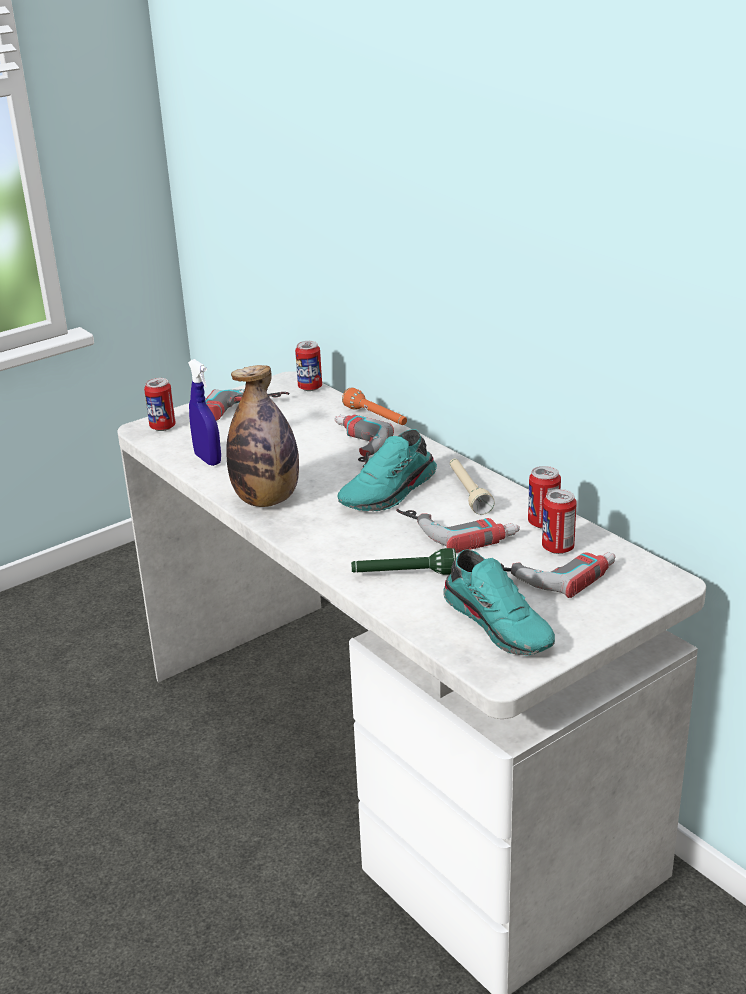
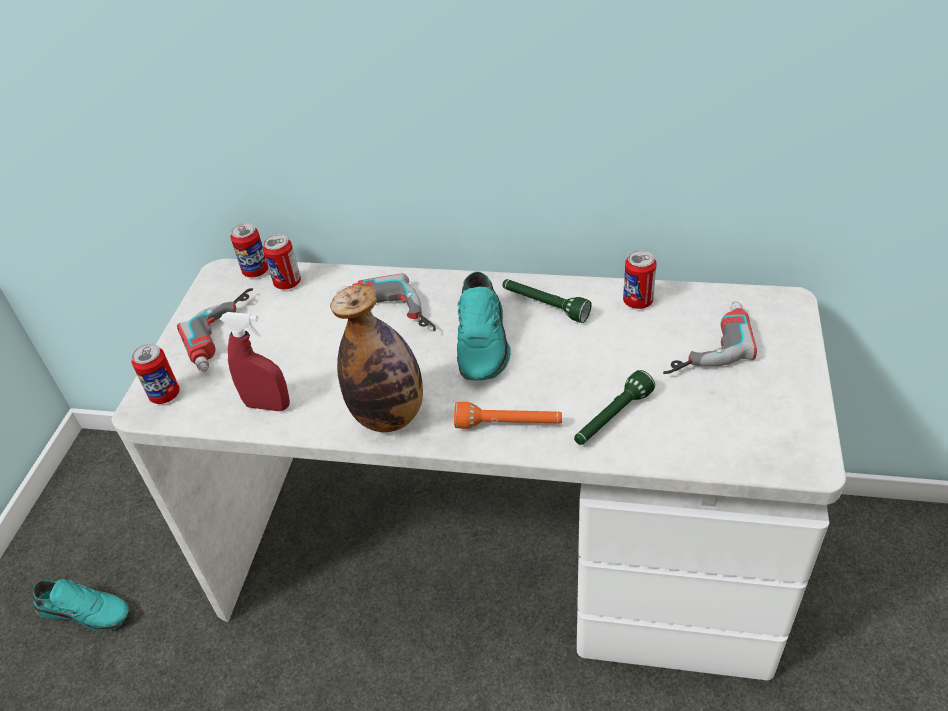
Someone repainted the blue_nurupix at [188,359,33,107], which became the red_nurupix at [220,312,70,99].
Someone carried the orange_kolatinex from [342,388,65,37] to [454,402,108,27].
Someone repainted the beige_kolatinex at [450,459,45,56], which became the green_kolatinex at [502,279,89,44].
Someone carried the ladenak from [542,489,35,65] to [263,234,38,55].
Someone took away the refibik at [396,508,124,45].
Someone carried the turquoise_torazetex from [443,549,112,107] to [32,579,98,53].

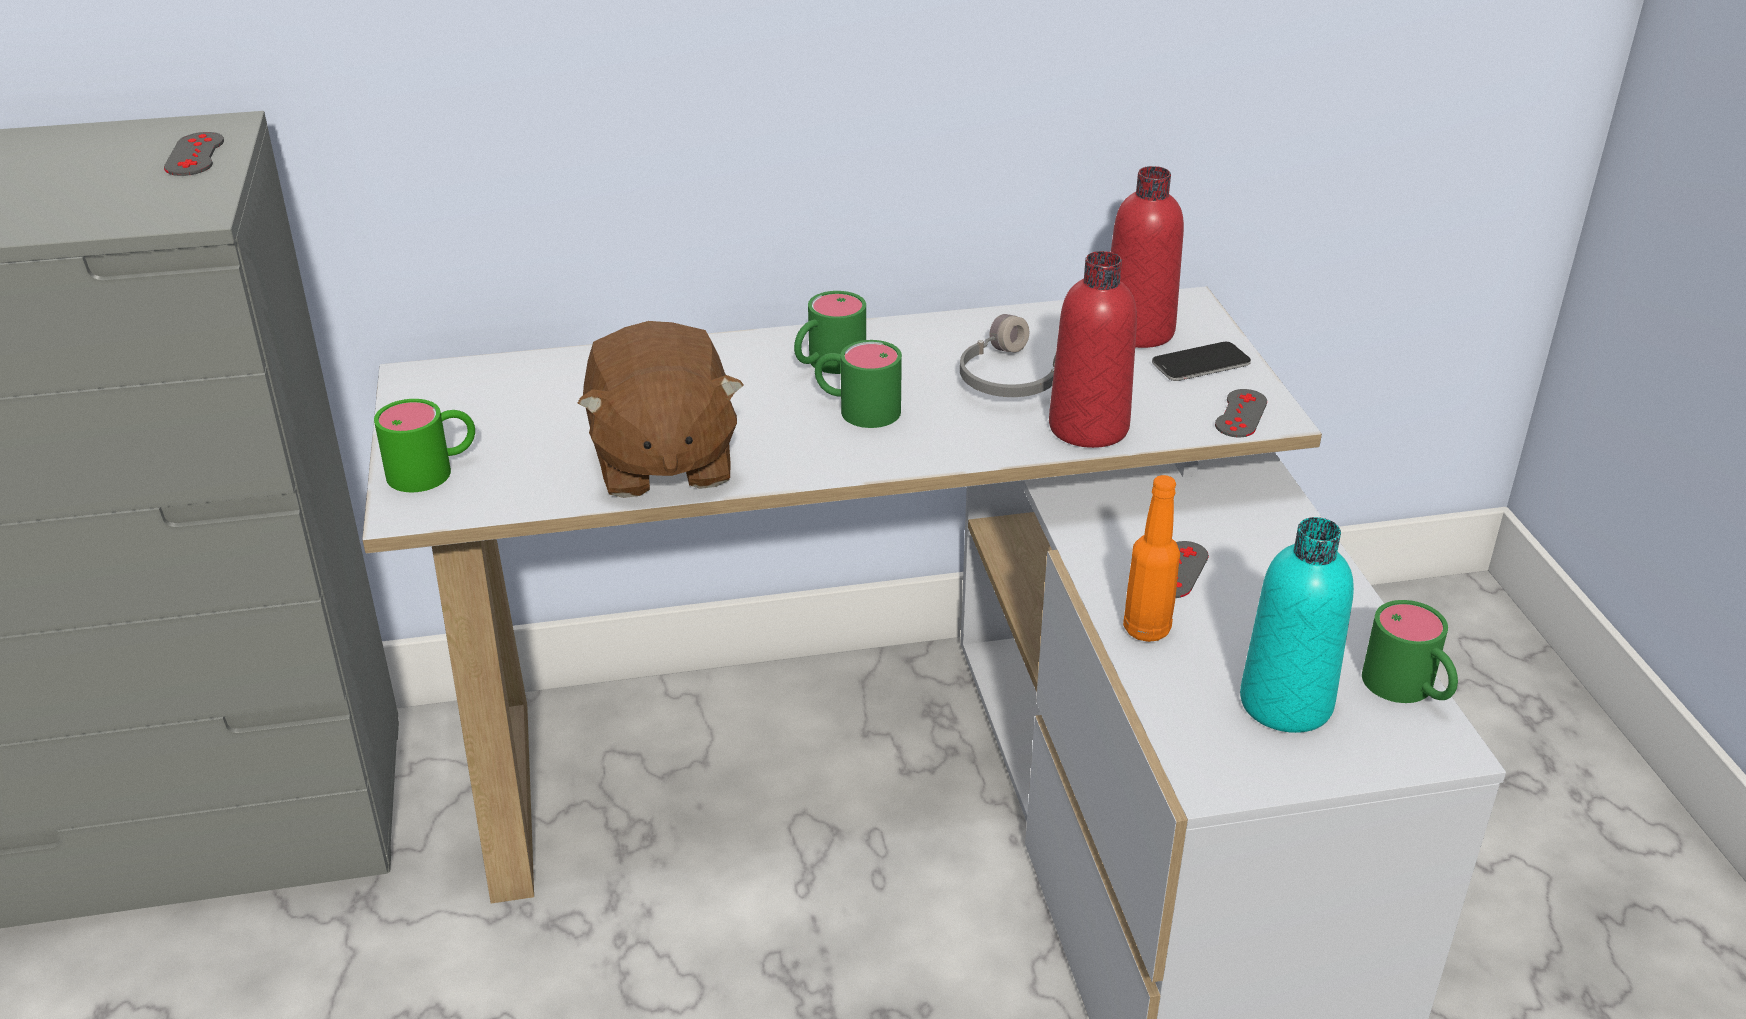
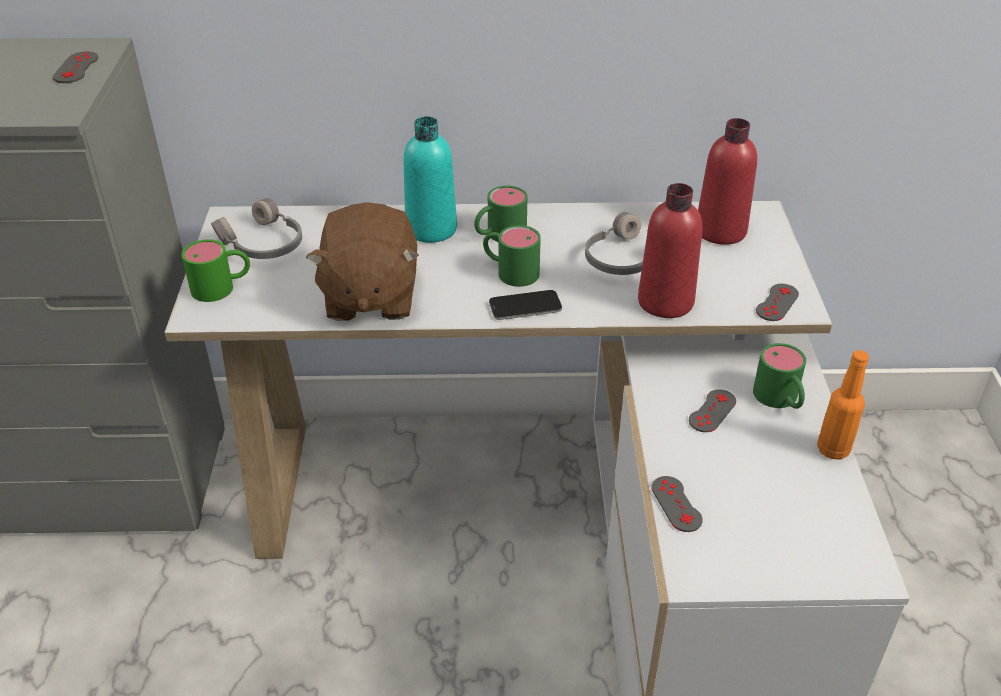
Someone carried the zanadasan from [1152,342,99,39] to [489,290,73,30].
Someone carried the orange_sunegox from [1123,475,57,167] to [817,350,52,109].
Someone carried the turquoise_sunegox from [1240,517,114,216] to [403,116,54,127].
Someone carried the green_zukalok from [1362,600,96,103] to [753,343,53,66].
Someone put down the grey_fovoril at [211,198,91,61].
Someone put down the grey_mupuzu at [652,476,51,56].

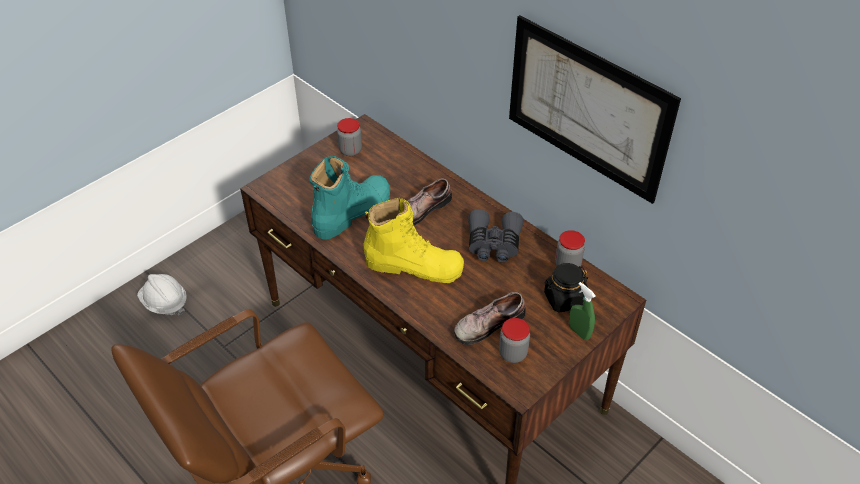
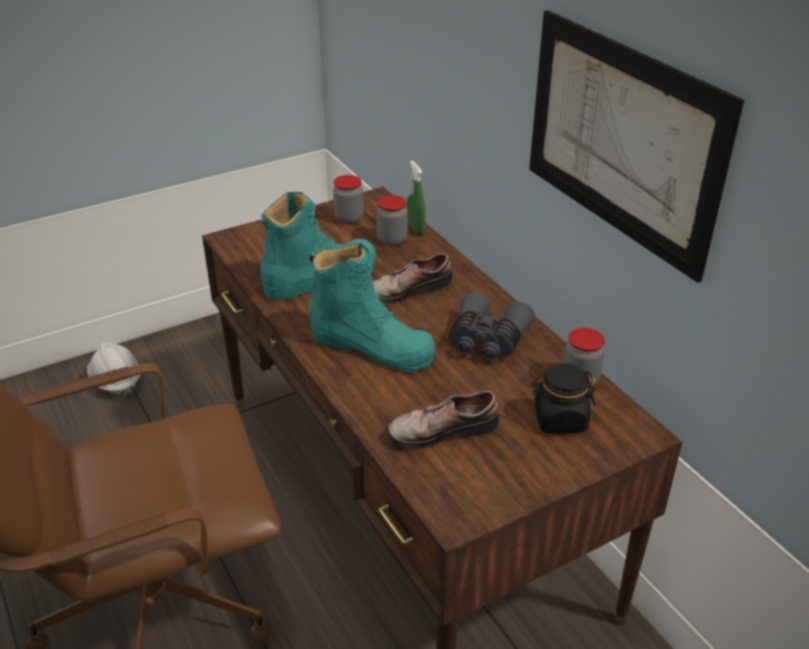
Someone repainted the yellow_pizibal at [364,198,100,85], which became the turquoise_pizibal at [309,243,127,130].
Someone carried the green_nurupix from [569,282,27,58] to [407,161,19,74].
Someone carried the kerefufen from [499,318,31,45] to [377,195,31,51].

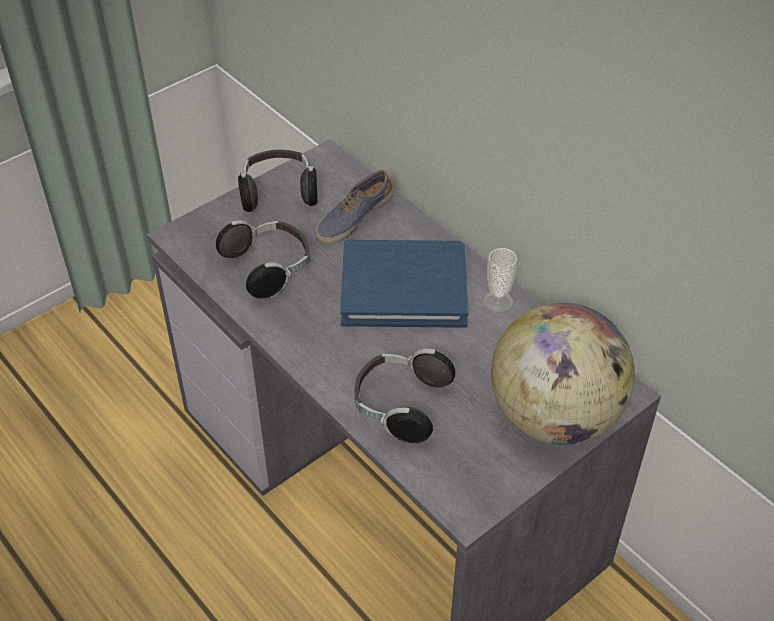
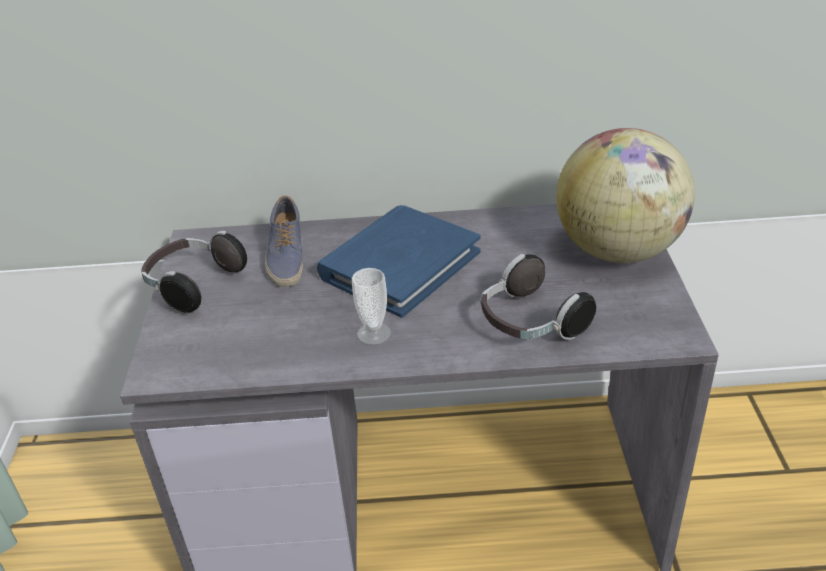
Someone took away the fovoril at [216,220,94,79].
Someone carried the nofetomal from [483,248,35,64] to [352,268,39,77].

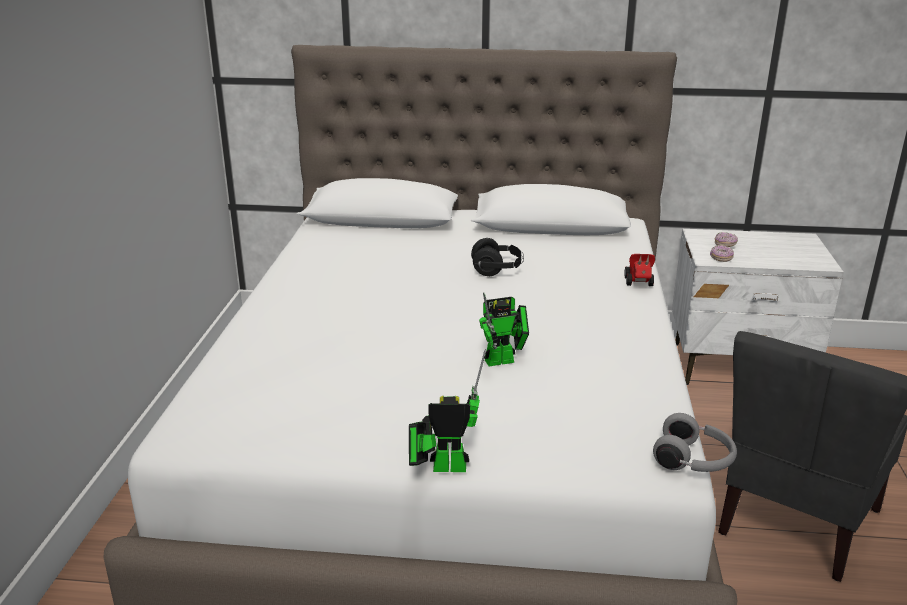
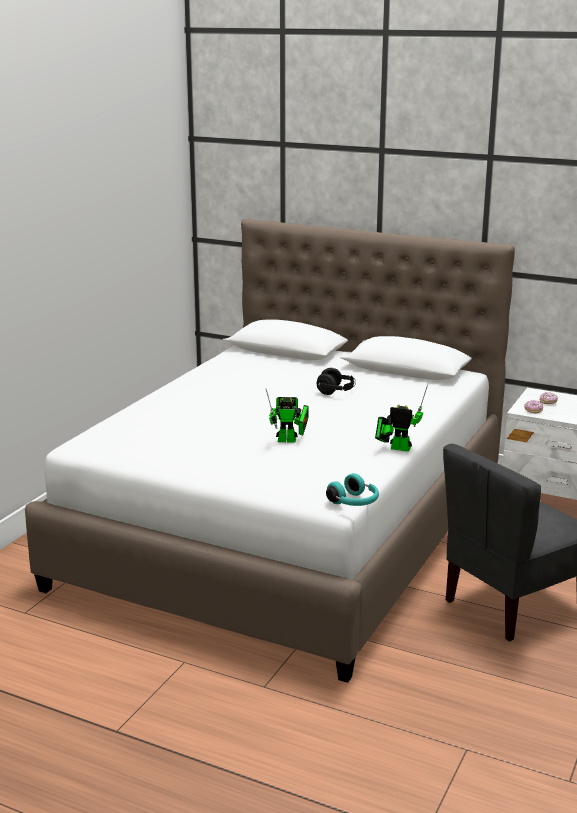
Someone took away the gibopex at [624,254,31,32].
Someone carried the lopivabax from [409,349,77,123] to [375,384,53,68].
Someone repainted the grey_fovoril at [653,413,84,59], which became the turquoise_fovoril at [326,473,53,33].

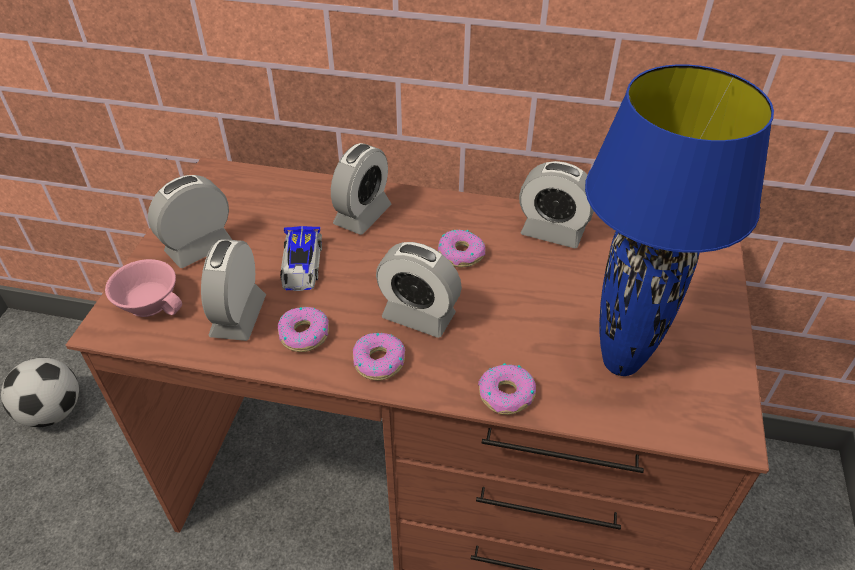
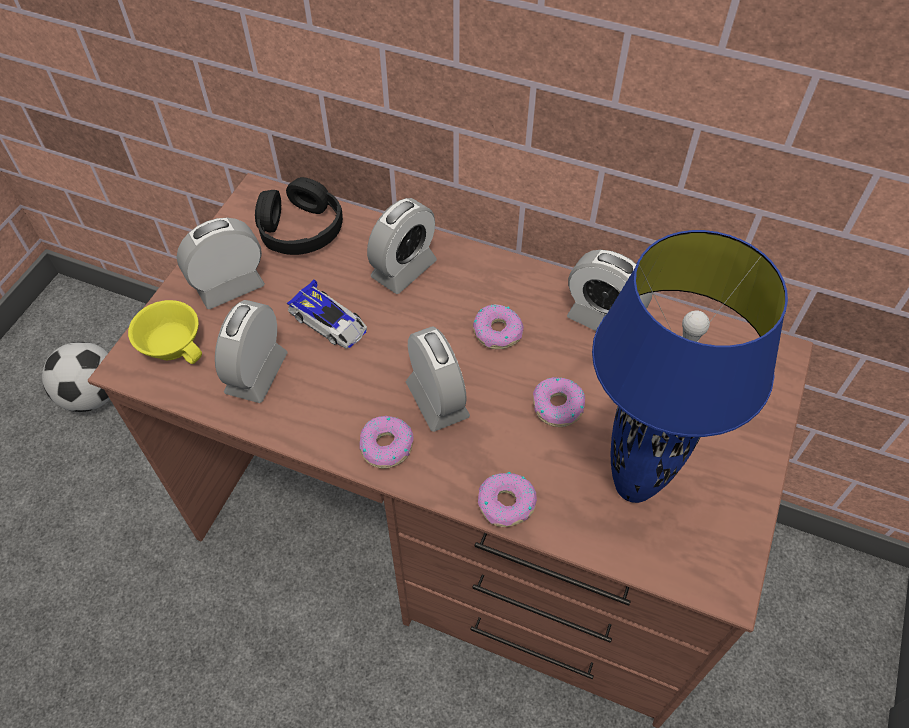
Someone rotated the gibopex at [280,226,42,65] by 60 degrees counterclockwise.
Someone rotated the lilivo at [376,242,86,96] by 150 degrees counterclockwise.
Someone repainted the pink_nofetomal at [105,259,77,58], which became the yellow_nofetomal at [128,300,74,64].
Someone carried the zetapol from [278,307,51,45] to [533,377,52,50].
Someone put down the black_fovoril at [255,177,88,78].

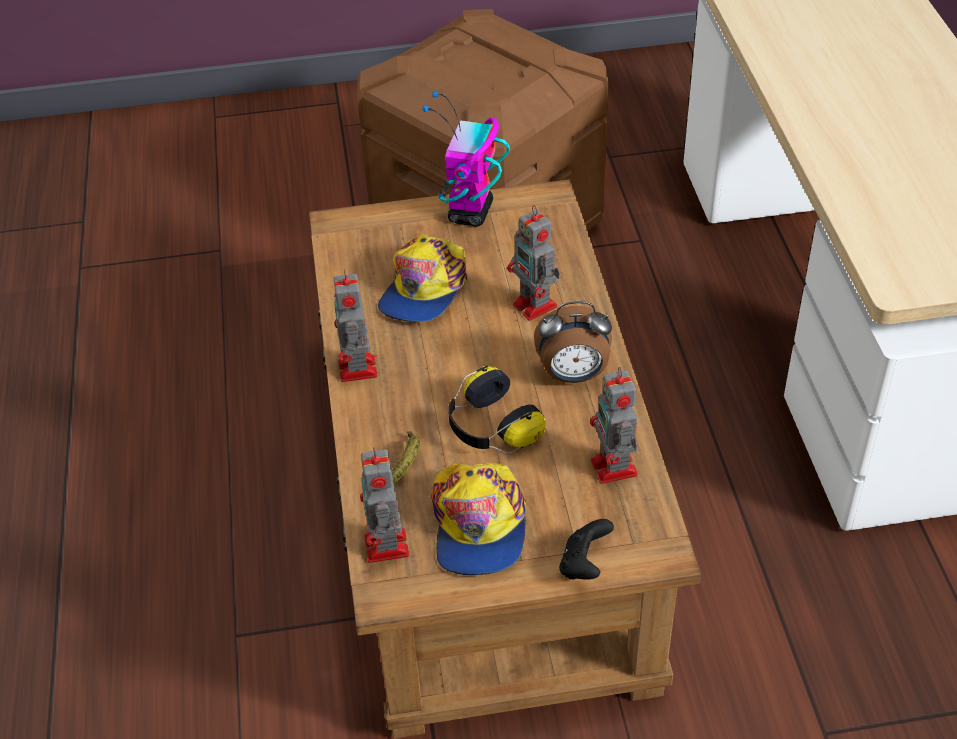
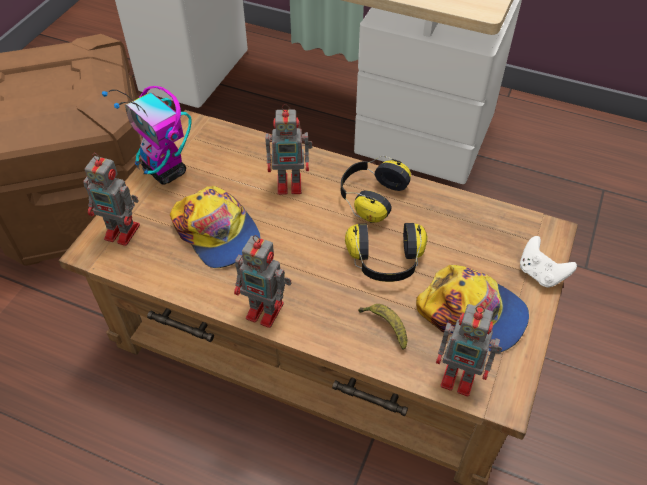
Someone swapped the lilivo at [534,301,78,82] for the fovoril at [341,156,70,67].
Someone carried the lopivabax from [590,367,48,117] to [83,153,57,93].
Someone repainted the black_mupuzu at [559,519,55,61], which became the white_mupuzu at [520,236,57,51].

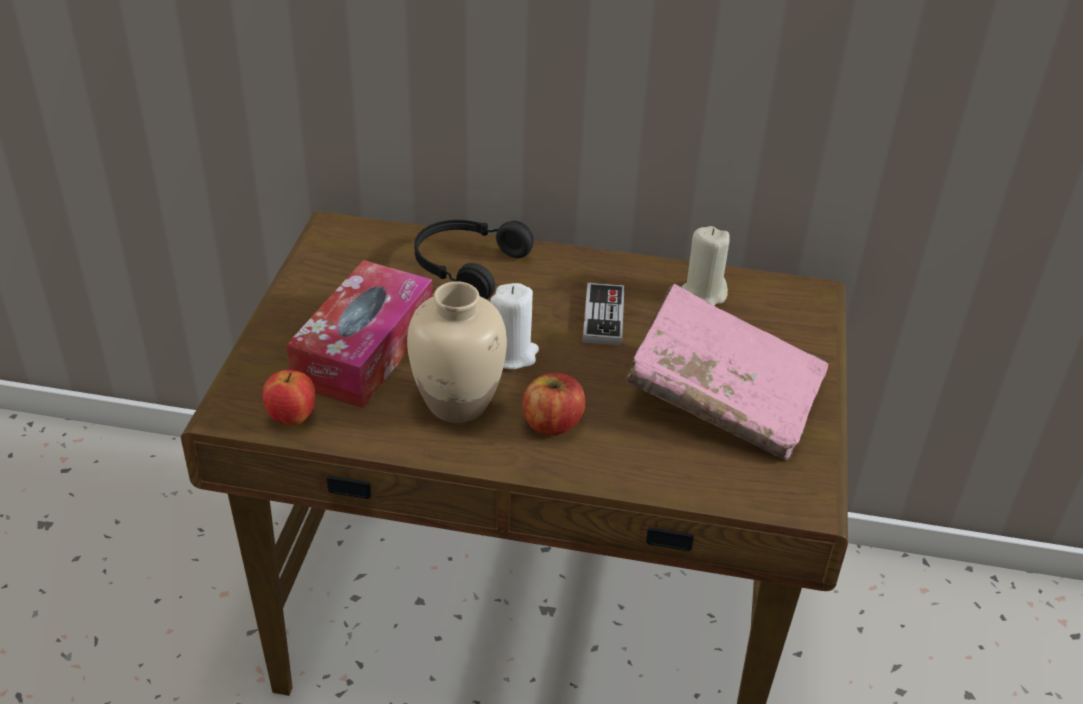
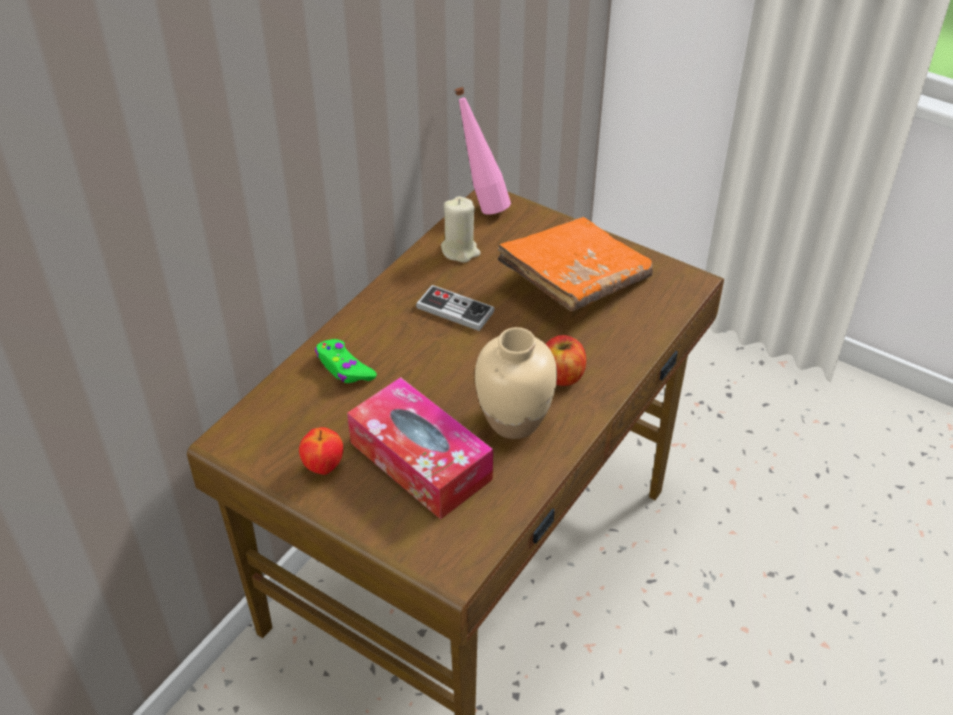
Someone swapped the black_fovoril at [414,220,120,79] for the green_mupuzu at [315,339,62,44].
Someone took away the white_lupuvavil at [490,283,49,86].
Someone repainted the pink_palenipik at [626,284,202,176], which became the orange_palenipik at [497,217,156,94].
Someone carried the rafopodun from [263,370,52,56] to [299,427,44,48].
Someone put down the pink_sunegox at [454,87,57,127].

